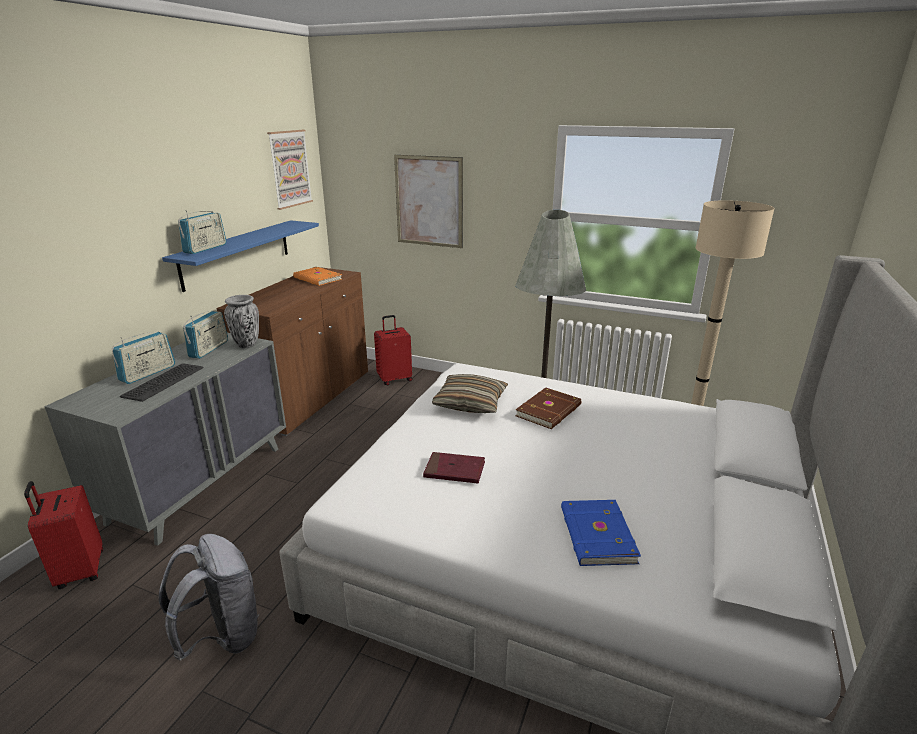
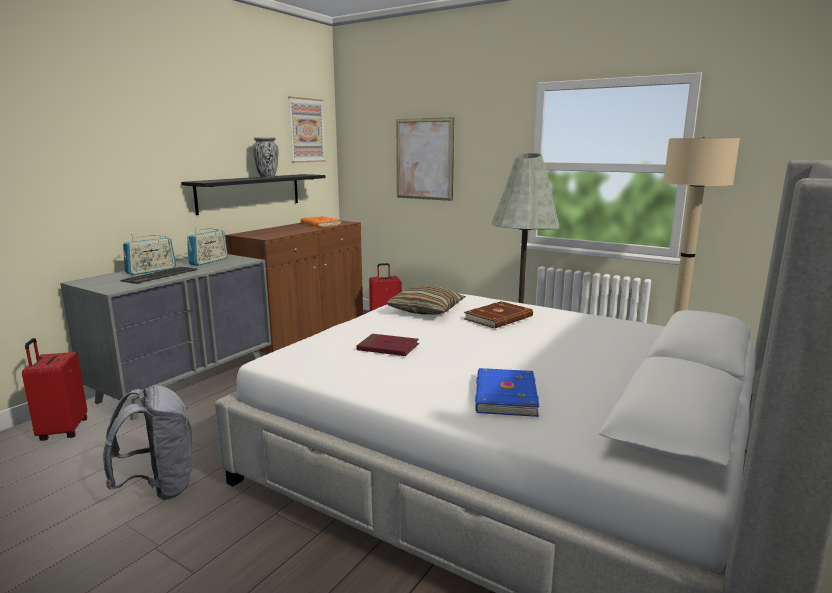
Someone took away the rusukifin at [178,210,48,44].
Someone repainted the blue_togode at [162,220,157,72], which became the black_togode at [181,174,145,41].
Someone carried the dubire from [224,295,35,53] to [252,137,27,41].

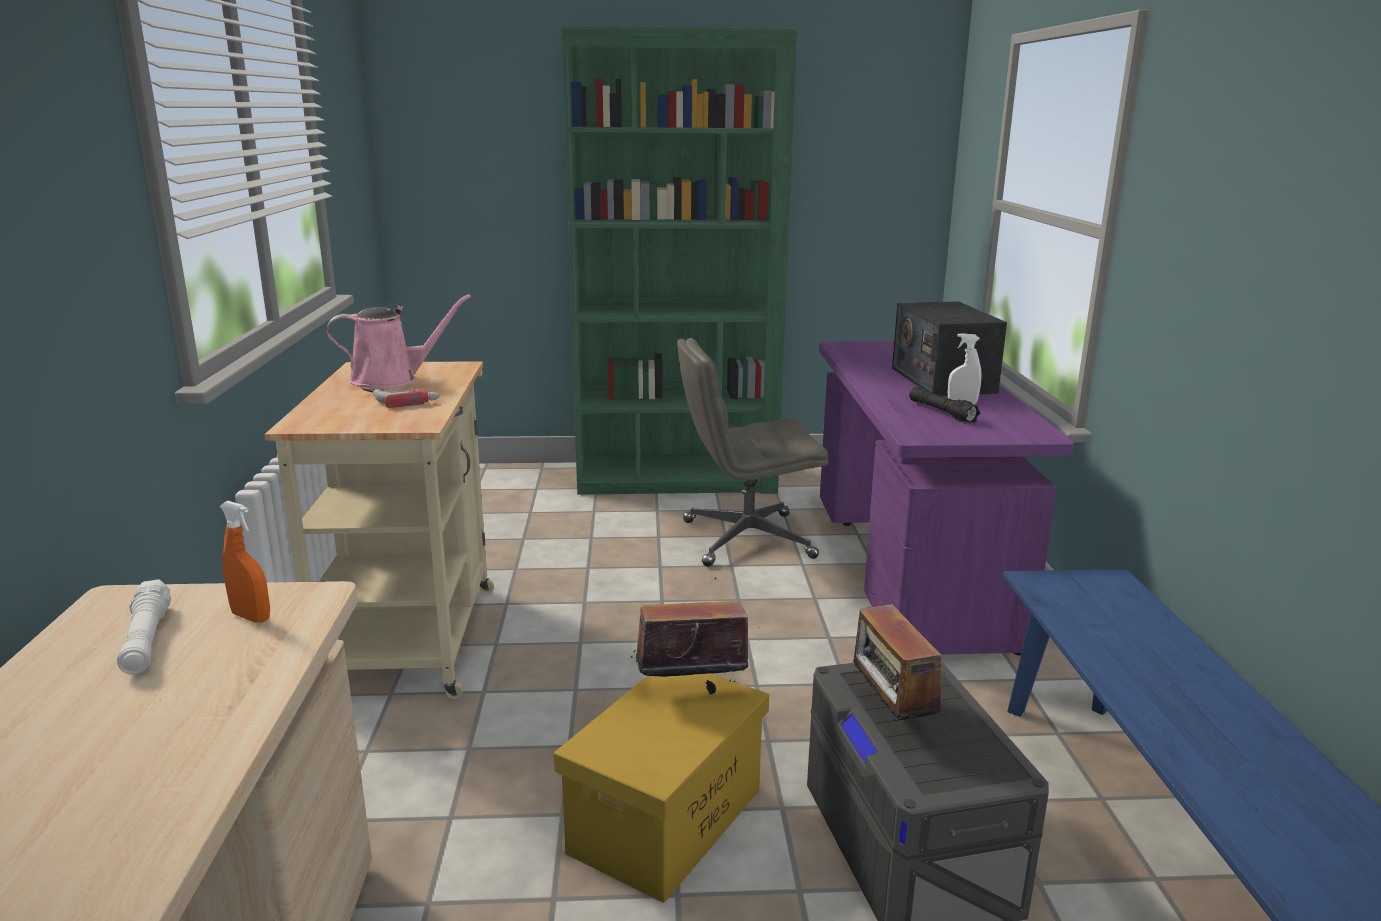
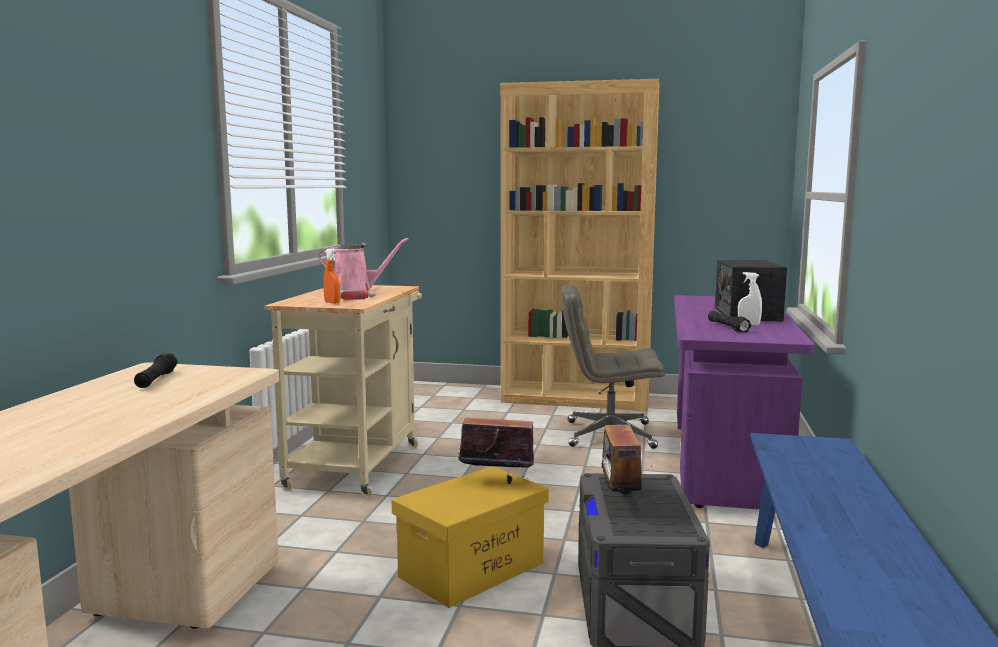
Someone repainted the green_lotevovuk at [561,26,236,469], which became the brown_lotevovuk at [500,79,159,333].
Someone carried the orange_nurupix from [220,501,50,122] to [323,249,17,55].
Someone repainted the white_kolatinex at [117,579,54,95], which became the black_kolatinex at [134,353,44,35].

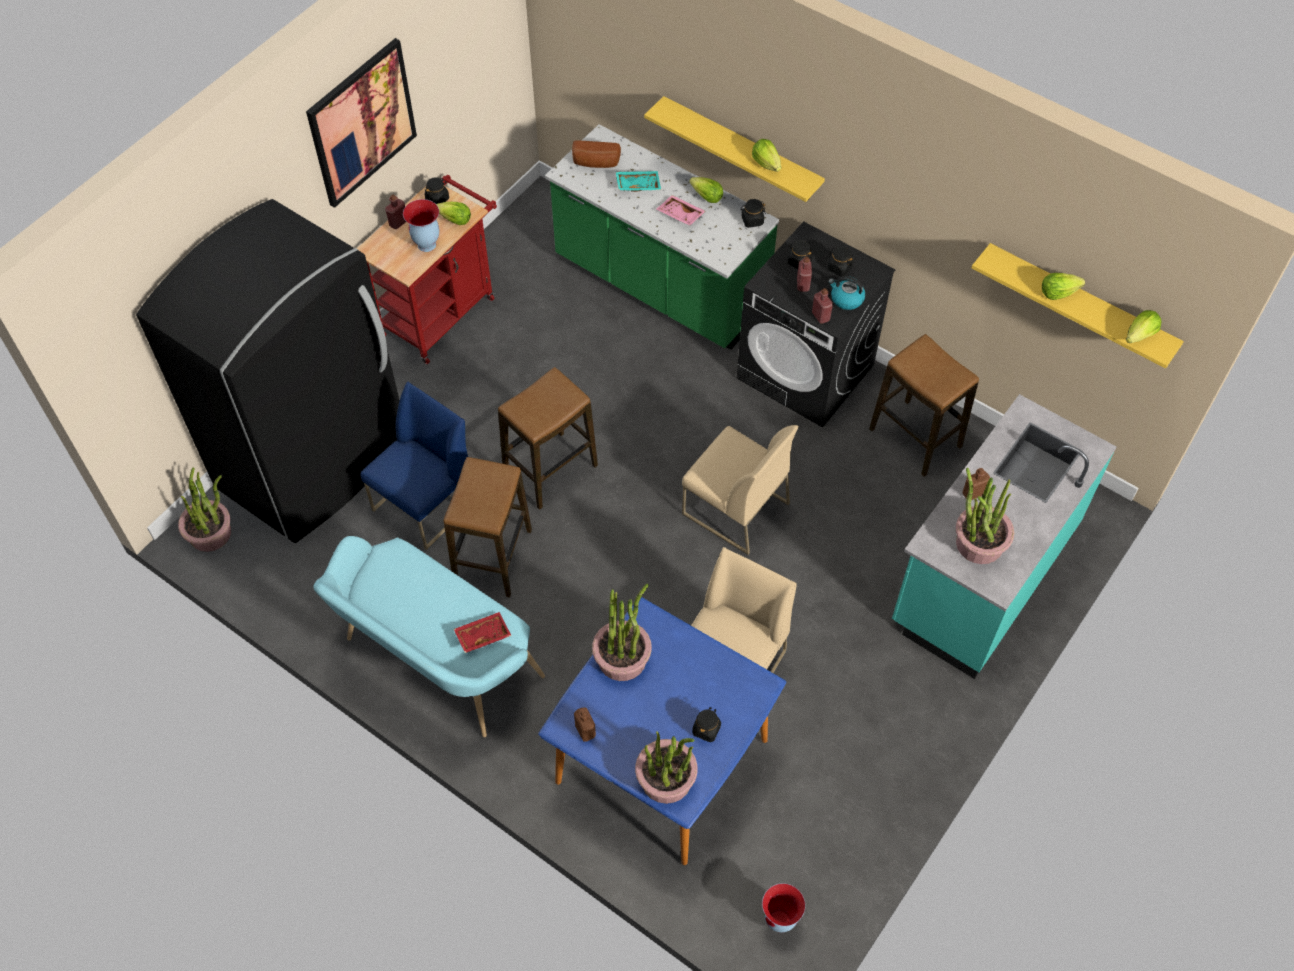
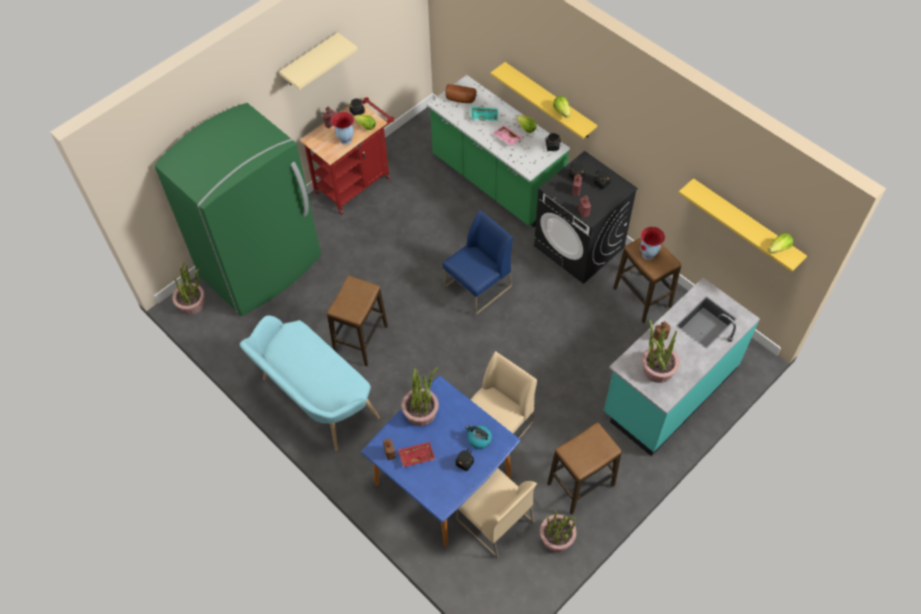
Someone swapped the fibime at [306,38,111,170] for the beige_togode at [279,33,79,57].
Someone repainted the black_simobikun at [136,199,264,344], which became the green_simobikun at [154,103,167,213].
Someone took away the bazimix at [1042,273,43,27].
Someone carried the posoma from [828,276,37,34] to [466,425,26,24].
Someone carried the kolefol from [498,367,100,143] to [547,422,75,93].
Someone carried the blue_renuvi from [361,382,107,168] to [443,210,70,105].
Someone carried the beige_renuvi from [682,425,117,130] to [456,468,81,91].
Someone carried the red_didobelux from [454,612,57,41] to [398,442,37,25].
Someone carried the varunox from [635,731,63,73] to [540,510,37,42].
Someone carried the dubire from [762,883,43,50] to [640,226,25,34].

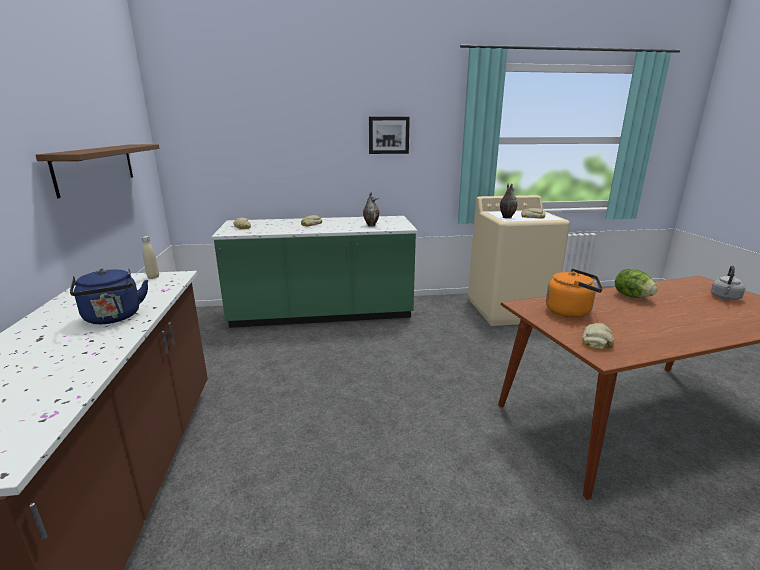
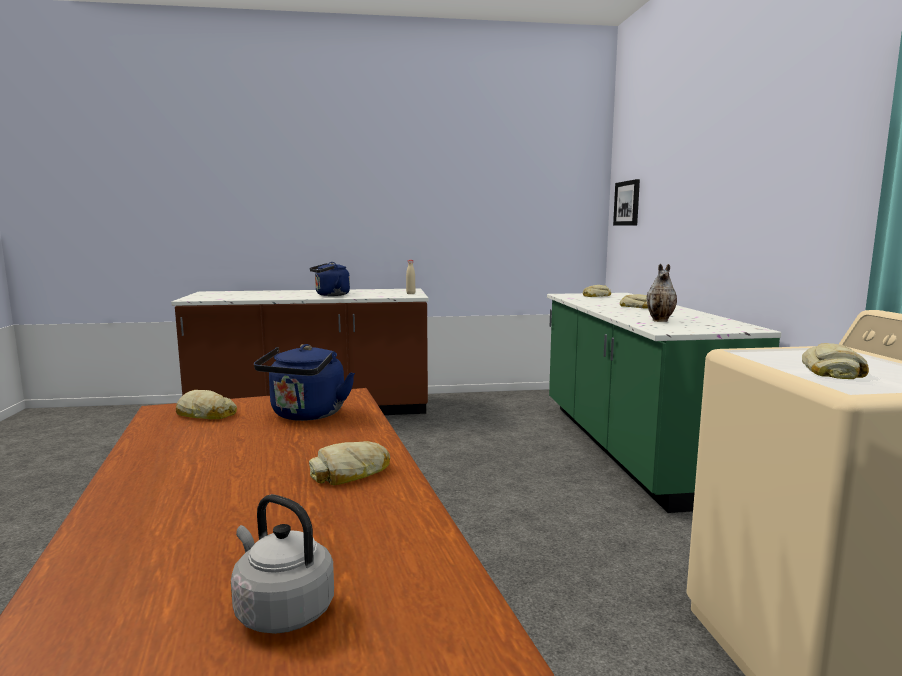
Someone carried the fibime from [369,117,41,37] to [613,179,27,47].
Someone took away the brown_togode at [36,144,124,54].
Someone took away the dubire at [500,183,18,36].
Someone repainted the orange_posoma at [546,269,57,49], which became the blue_posoma at [254,344,101,77].
Someone swapped the bazimix at [615,269,43,29] for the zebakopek at [309,441,81,44].

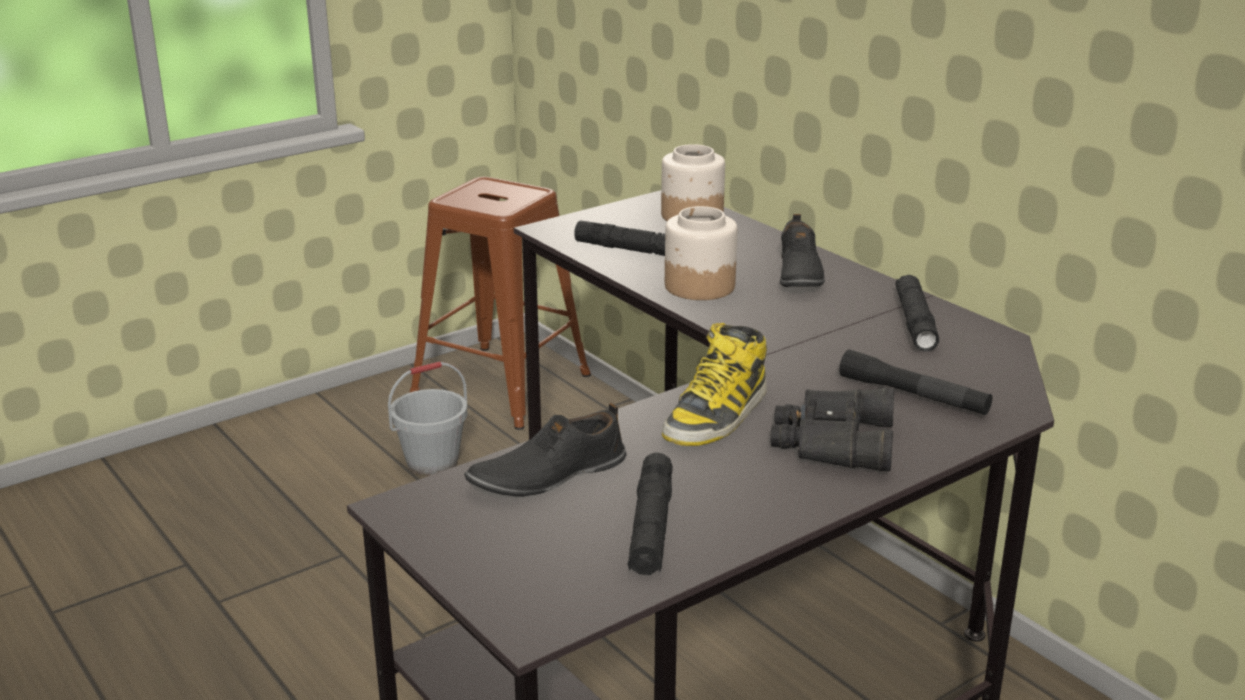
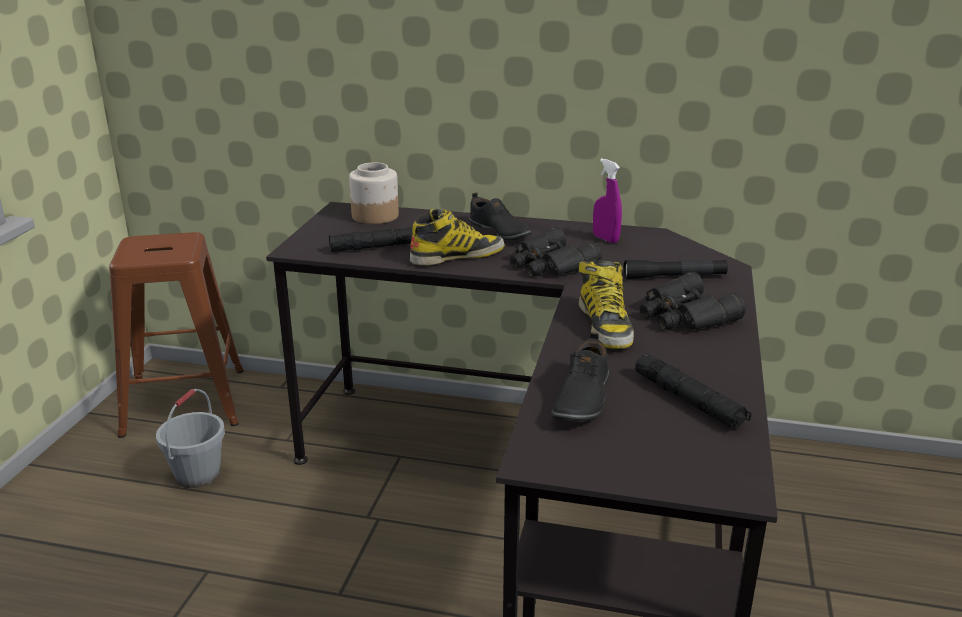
Someone swapped the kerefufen at [665,206,72,94] for the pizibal at [410,209,95,56].
Someone swapped the black_kolatinex at [896,275,43,77] for the purple_nurupix at [593,159,29,84].
Someone put down the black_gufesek at [510,227,92,50].

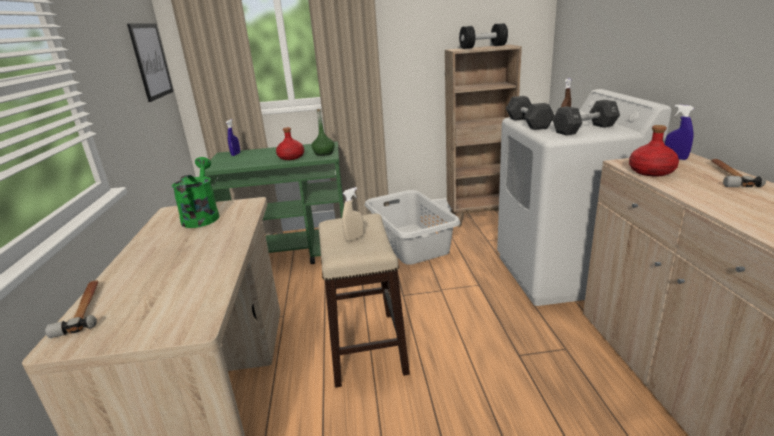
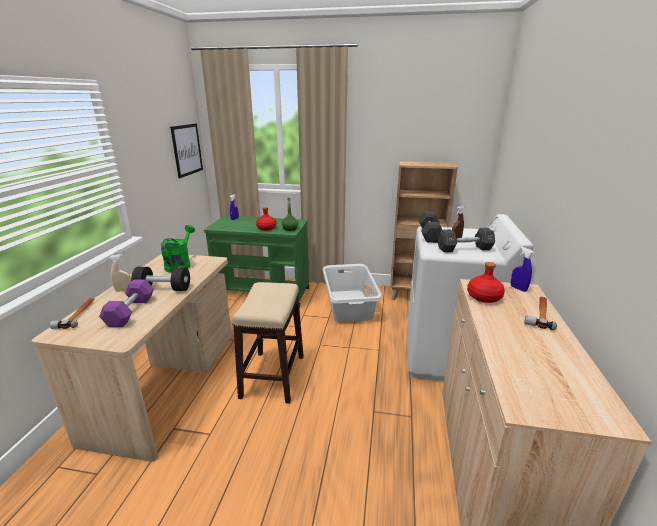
Someone carried the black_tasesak from [459,23,49,26] to [131,267,59,24].
Someone carried the beige_nurupix from [342,187,21,54] to [110,254,21,38].
Someone put down the purple_tasesak at [99,279,55,48].

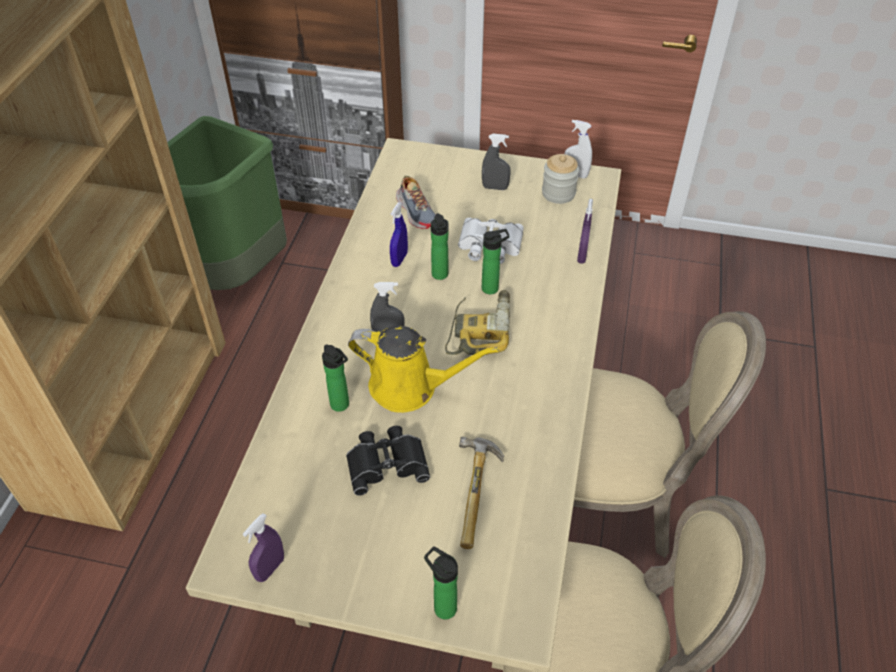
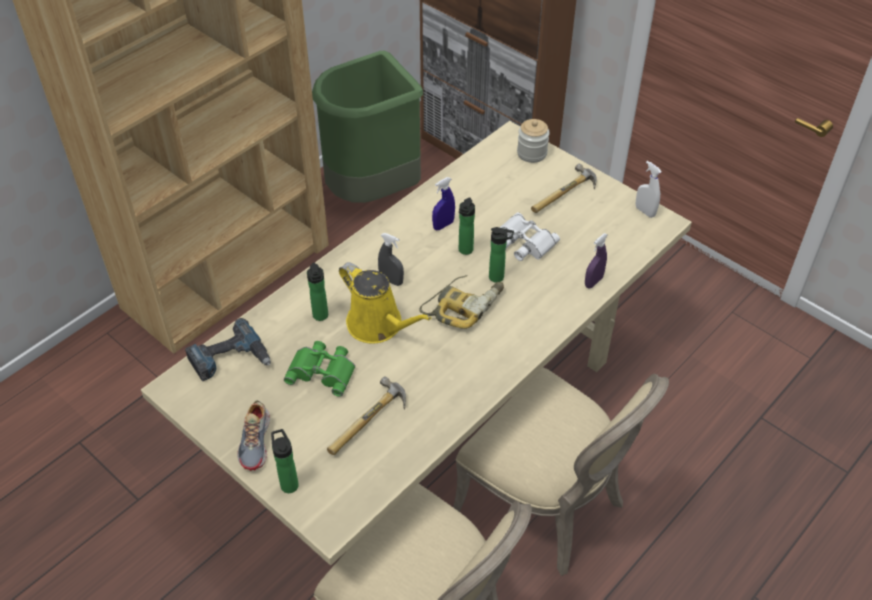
Someone swapped the grey_nurupix at [482,134,29,56] for the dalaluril at [531,163,66,50].
Someone carried the kerefufen from [542,154,37,50] to [517,119,33,44].
Someone carried the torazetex from [396,176,40,53] to [237,400,33,71].
Someone repainted the black_gufesek at [346,426,84,70], which became the green_gufesek at [284,341,71,56].
Someone took away the purple_nurupix at [243,513,41,69].
Someone put down the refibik at [185,318,86,63].

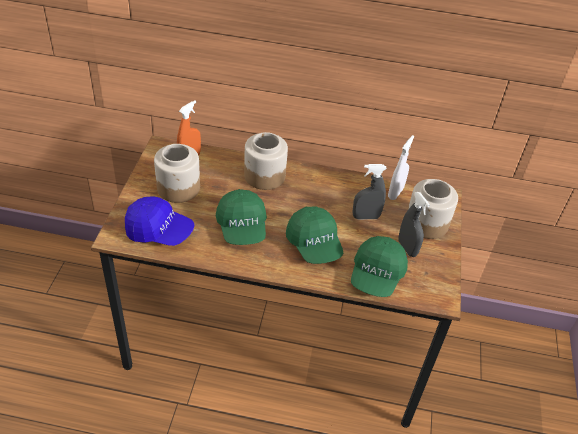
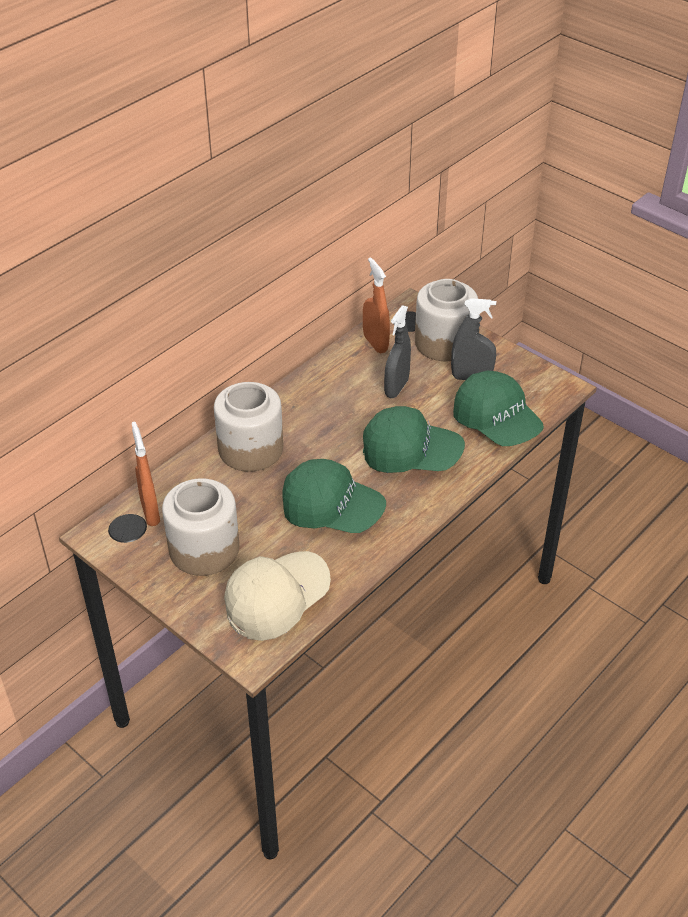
Someone repainted the white_nurupix at [388,135,26,65], which became the orange_nurupix at [363,257,27,96].
Someone repainted the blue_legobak at [125,196,69,50], which became the beige_legobak at [224,551,107,90].

